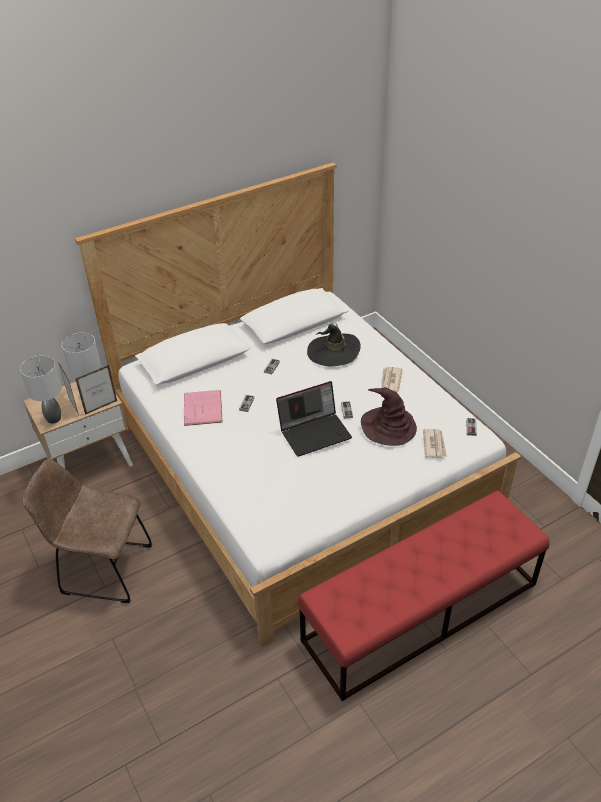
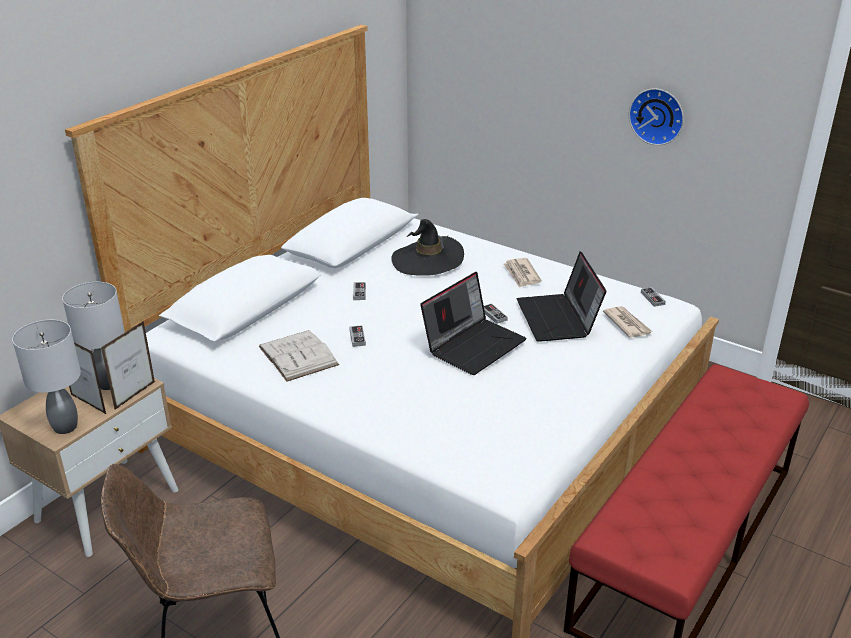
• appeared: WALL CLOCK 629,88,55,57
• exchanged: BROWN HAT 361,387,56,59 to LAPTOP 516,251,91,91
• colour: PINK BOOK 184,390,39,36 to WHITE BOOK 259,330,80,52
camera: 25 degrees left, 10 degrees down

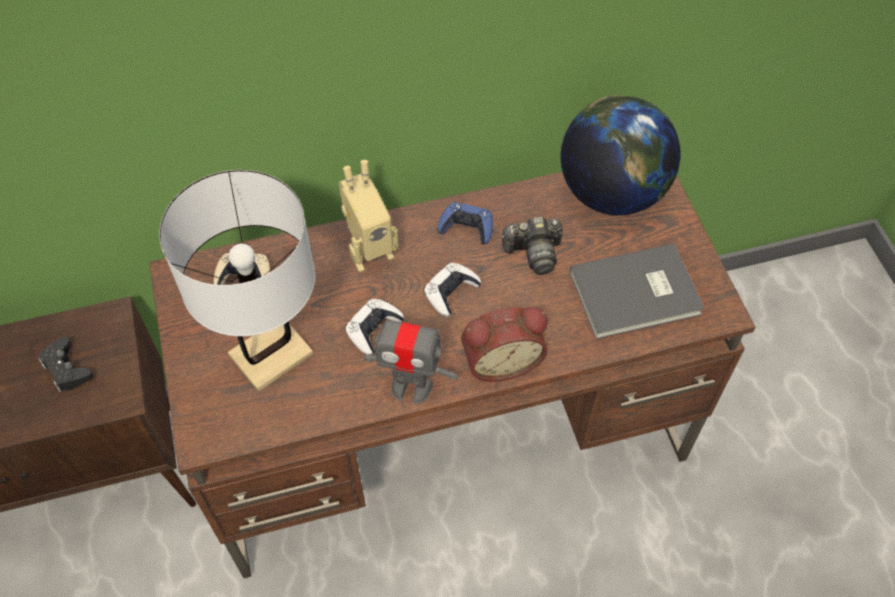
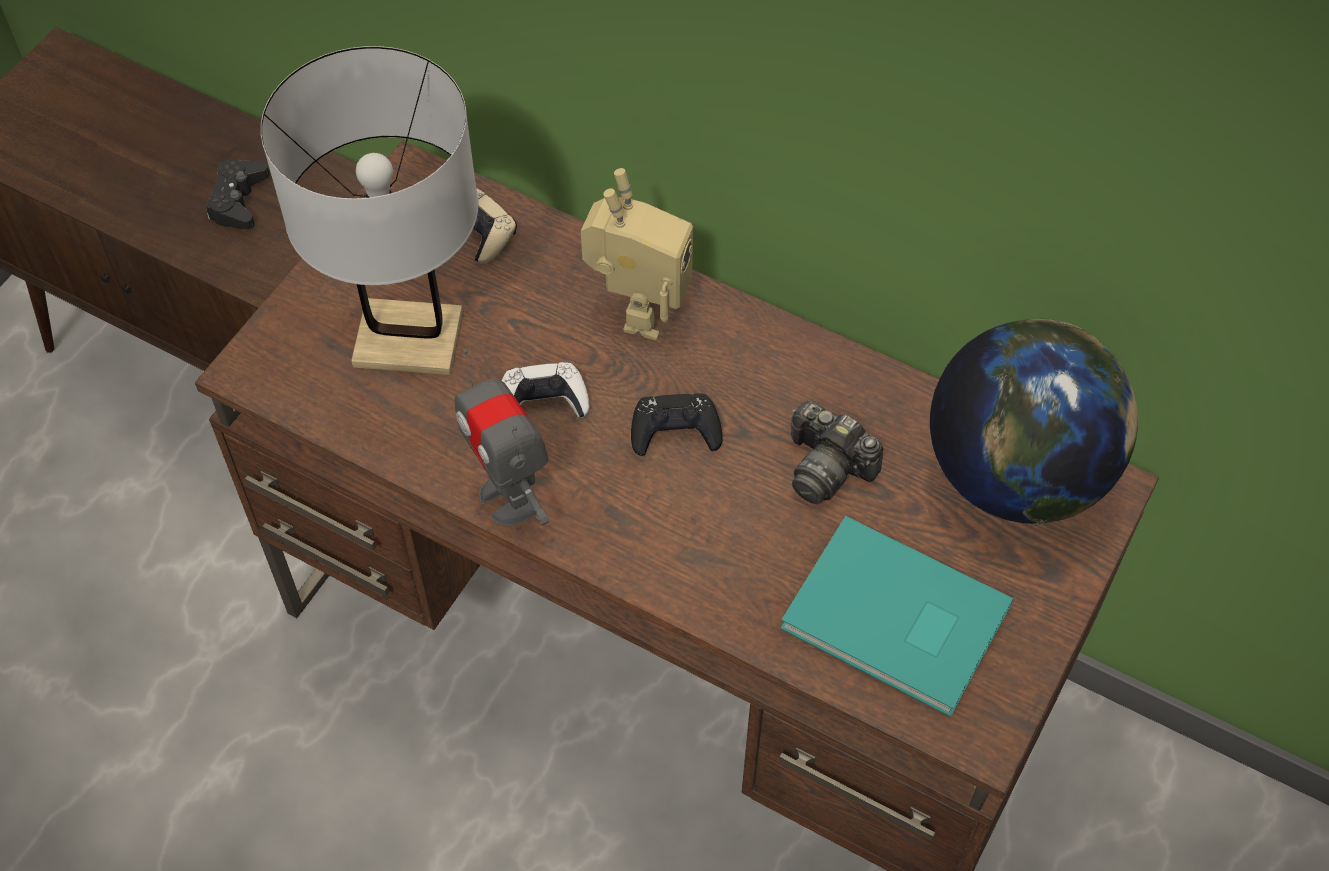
• missing: BLUE GAME CONTROLLER 437,202,56,42
• missing: ALARM CLOCK 461,307,87,75
• colour: WHITE GAME CONTROLLER 423,263,58,54 to BLACK GAME CONTROLLER 631,393,91,63
• colour: GREY BOOK 570,244,135,95 to TURQUOISE BOOK 780,516,233,201
• spun: TOY ROBOT 339,160,60,112 = 581,168,112,172 90 degrees counterclockwise
camera: 45 degrees right, 0 degrees up

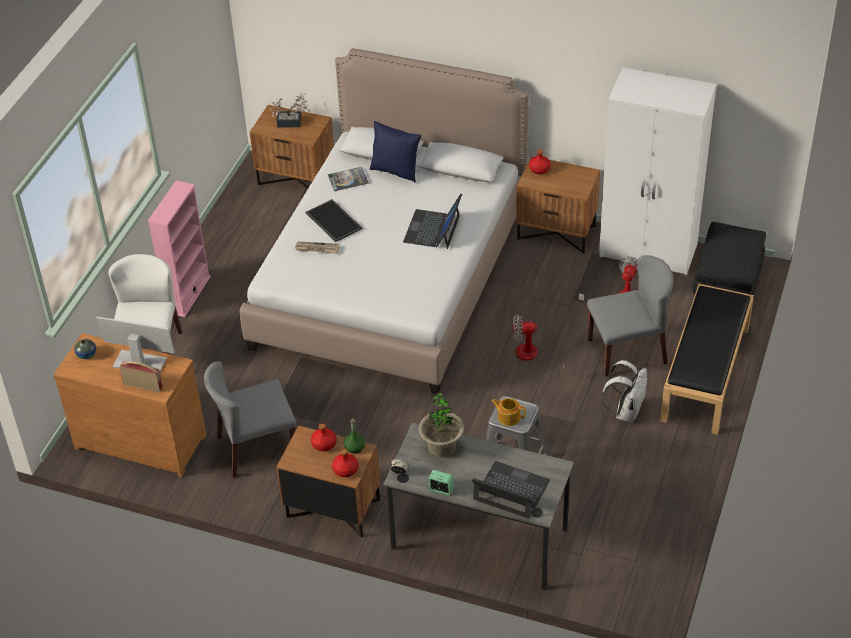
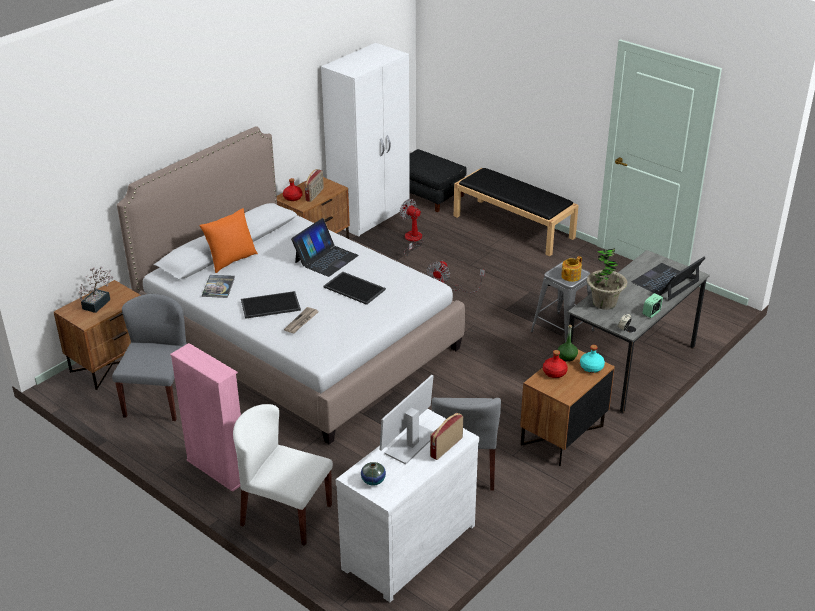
• missing: WHITE BACKPACK 601,360,46,62
• appeared: RADIO 304,169,20,33
• appeared: TRAY 323,272,63,33
• relocated: GREY CHAIR 587,255,87,122 to 112,294,75,127
• colour: BROWN DRESSER 53,333,153,144 to WHITE DRESSER 335,409,144,193
• colour: RED BOTTLE 332,449,26,28 to TURQUOISE BOTTLE 580,345,25,28
• colour: BLUE PILLOW 370,121,51,62 to ORANGE PILLOW 199,208,59,65
• spun: LAPTOP 403,194,59,55 = 291,218,68,59 90 degrees counterclockwise
camera: 70 degrees left, 10 degrees down

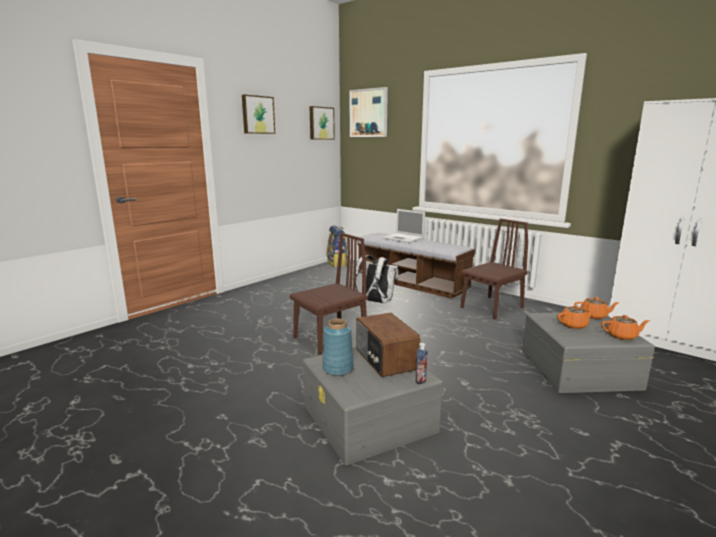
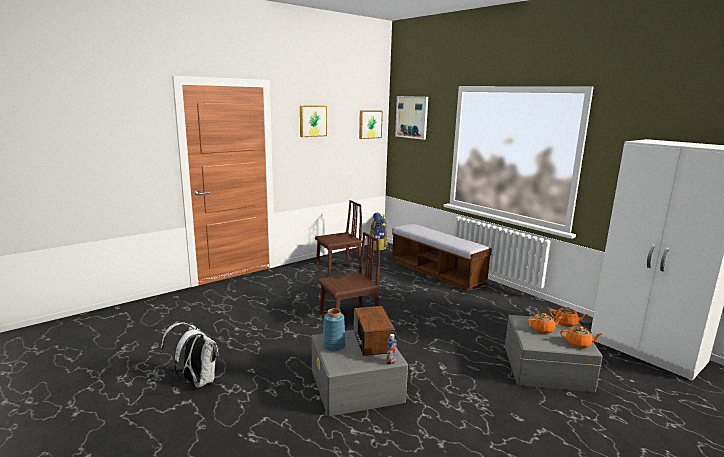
• missing: LAPTOP 382,209,43,34
• relocated: WHITE BACKPACK 356,255,43,48 to 160,323,59,65
• relocated: BROWN CHAIR 460,219,68,100 to 315,200,47,74
camera: 10 degrees right, 0 degrees up

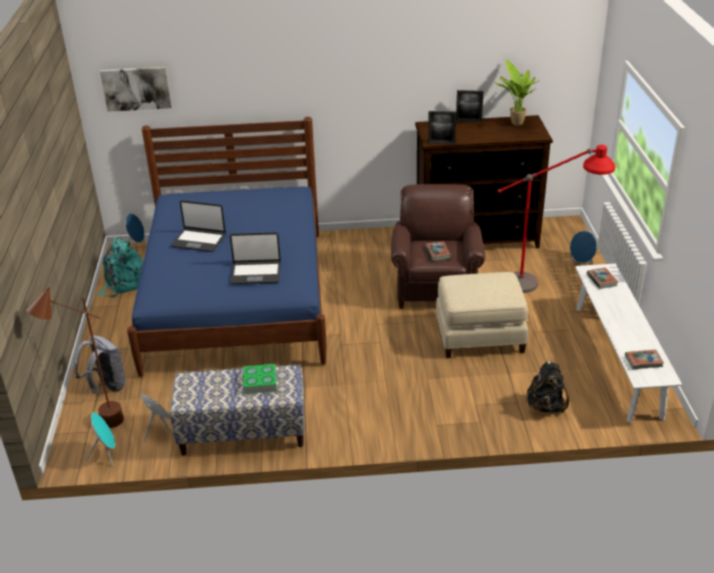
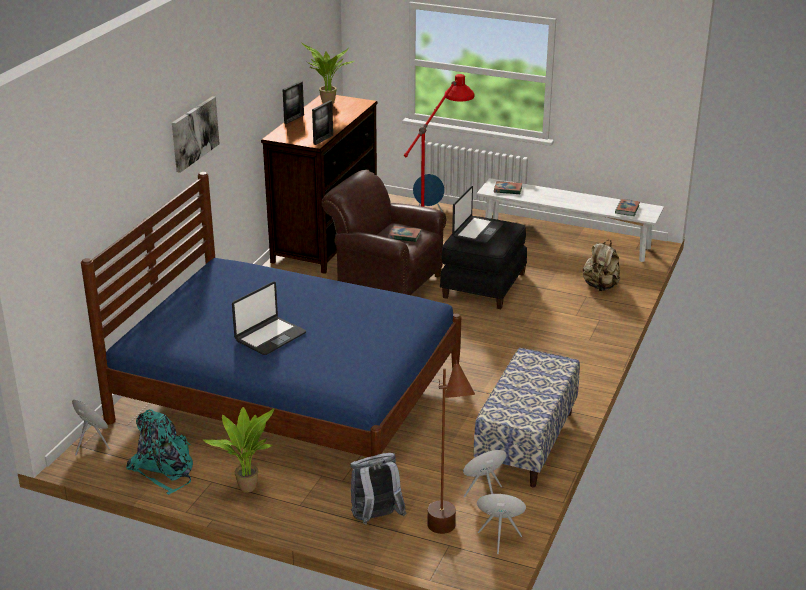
• missing: BOOK 243,363,34,31
• appeared: POTTED PLANT 203,407,71,86
• relocated: PICTURE 100,67,72,45 to 172,96,48,77
• relocated: LAPTOP 230,232,51,52 to 452,186,52,58
• colour: BEIGE OTTOMAN 435,272,93,86 to BLACK OTTOMAN 440,216,87,93
• colour: BLACK BACKPACK 525,361,44,52 to BEIGE BACKPACK 583,240,37,51
camera: 65 degrees left, 5 degrees down

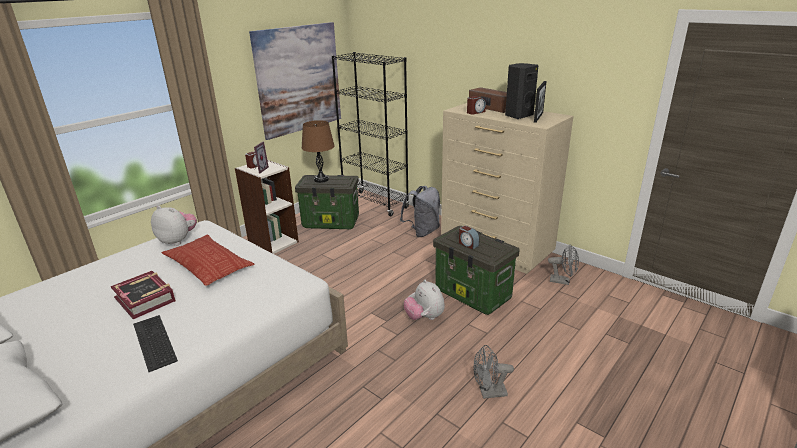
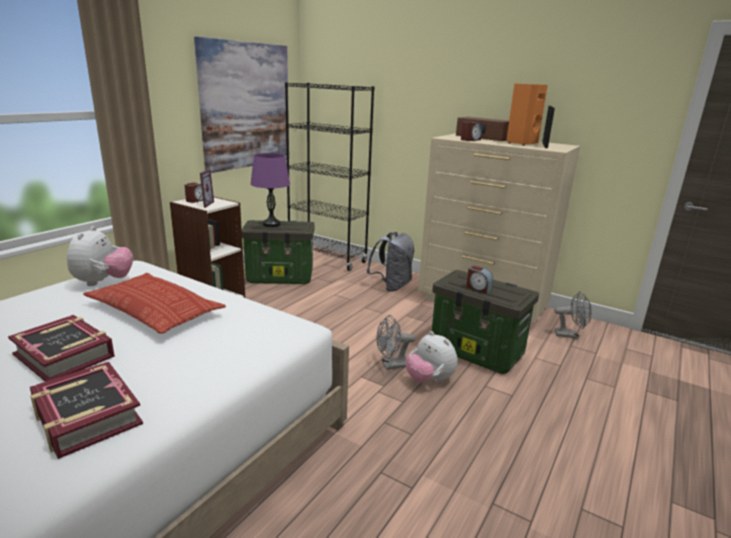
• relocated: GREY FAN 473,345,41,54 to 377,315,38,55
• exchanged: KEYBOARD 133,315,45,57 to BOOK 30,362,113,97
• colour: BROWN TABLE LAMP 302,120,33,63 to PURPLE TABLE LAMP 250,153,40,74
• colour: BLACK SPEAKER 505,63,34,56 to ORANGE SPEAKER 506,83,42,63
• spun: PLUSH TOY 151,206,46,40 = 67,226,66,60 75 degrees clockwise
camera: 10 degrees left, 5 degrees down

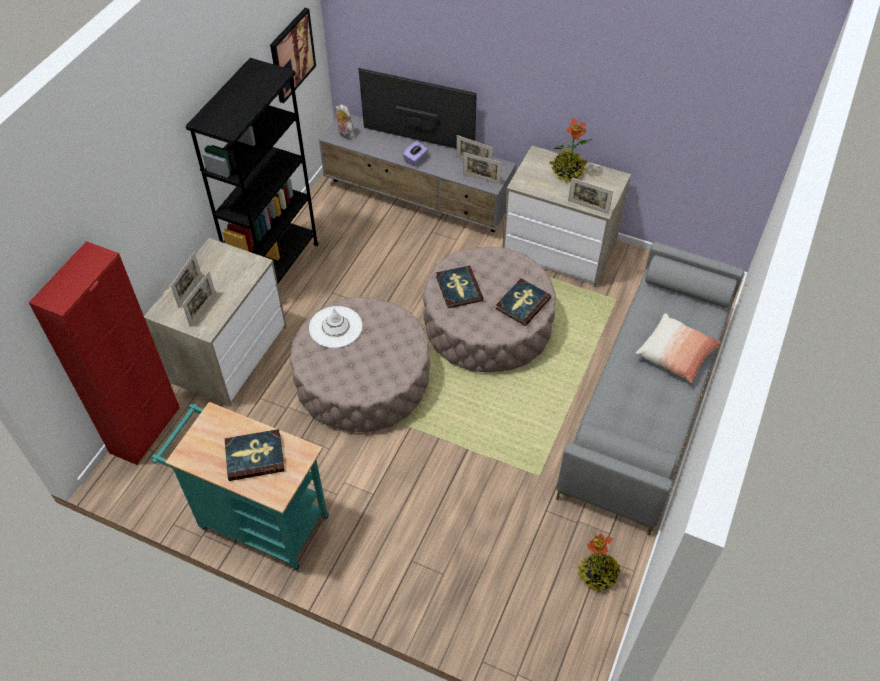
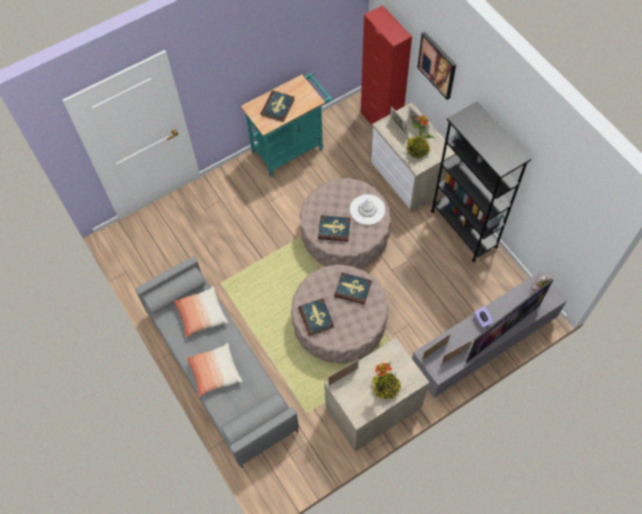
• appeared: PILLOW 174,286,54,51
• appeared: BOOK 318,215,33,26
• relocated: PICTURE 270,8,46,95 to 417,32,39,68
• relocated: POTTED PLANT 576,533,45,59 to 406,115,28,43
camera: 125 degrees right, 10 degrees up

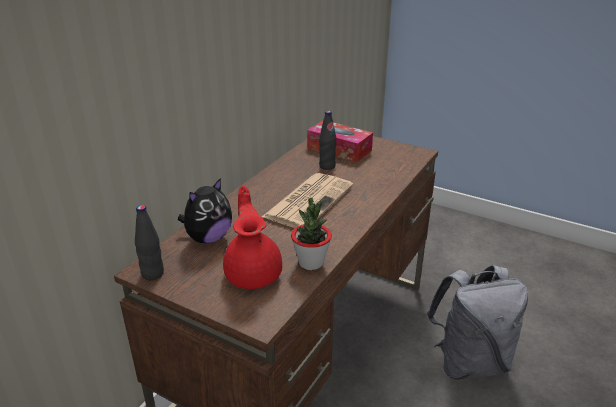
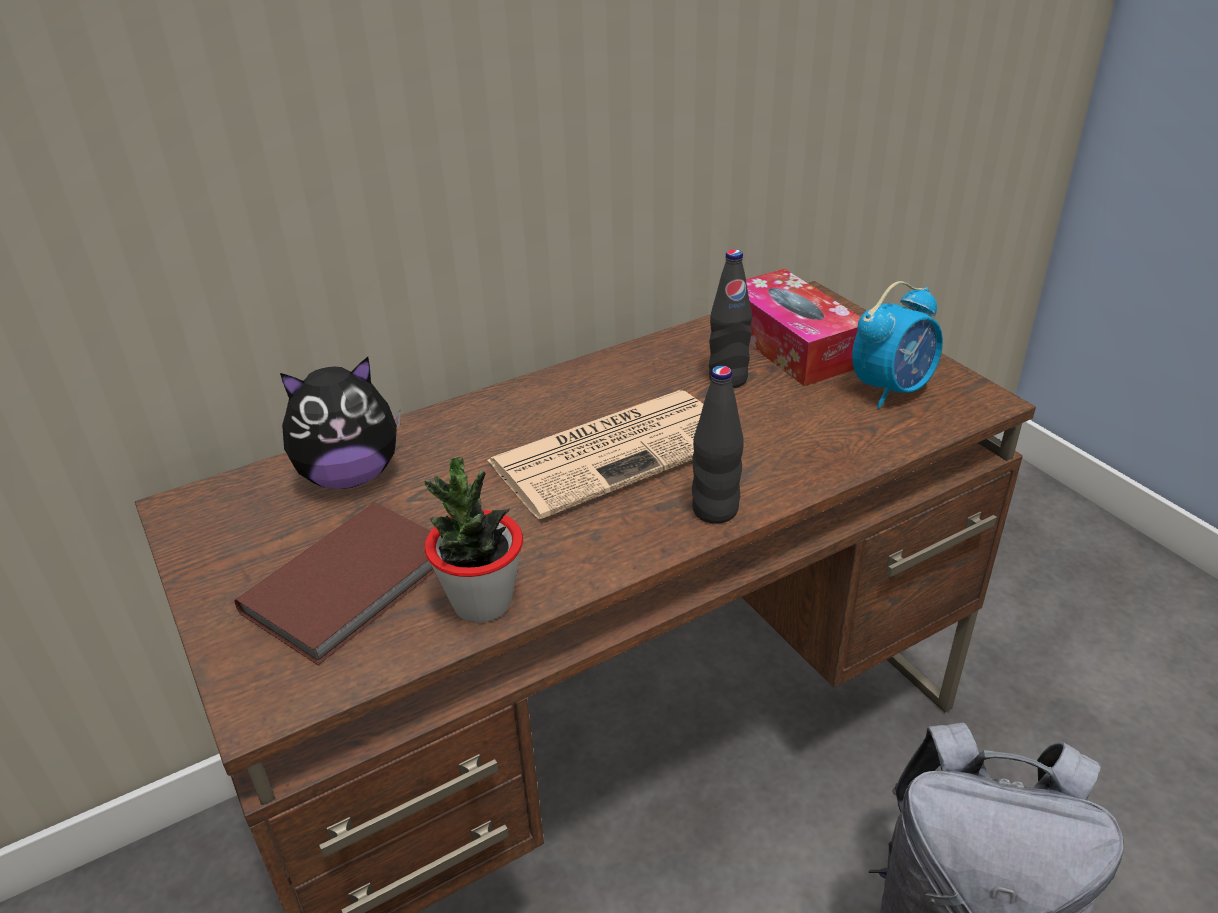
• appeared: ALARM CLOCK 852,281,91,127
• relocated: BLACK BOTTLE 135,205,29,75 to 692,366,52,158
• exchanged: RED TEAPOT 223,186,59,103 to BROWN BOOK 235,502,199,163
camera: 30 degrees right, 5 degrees up

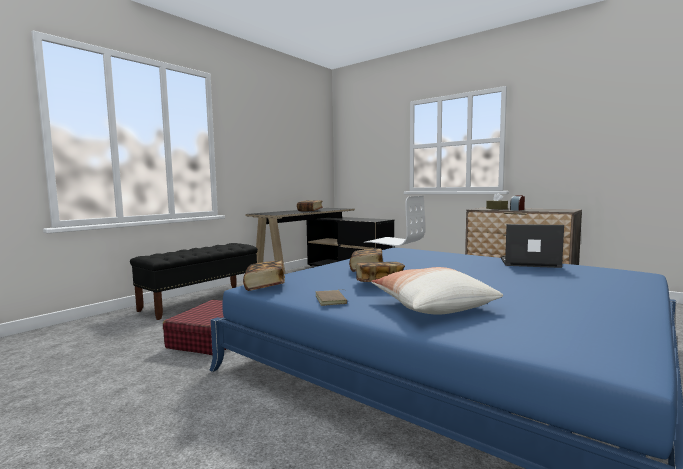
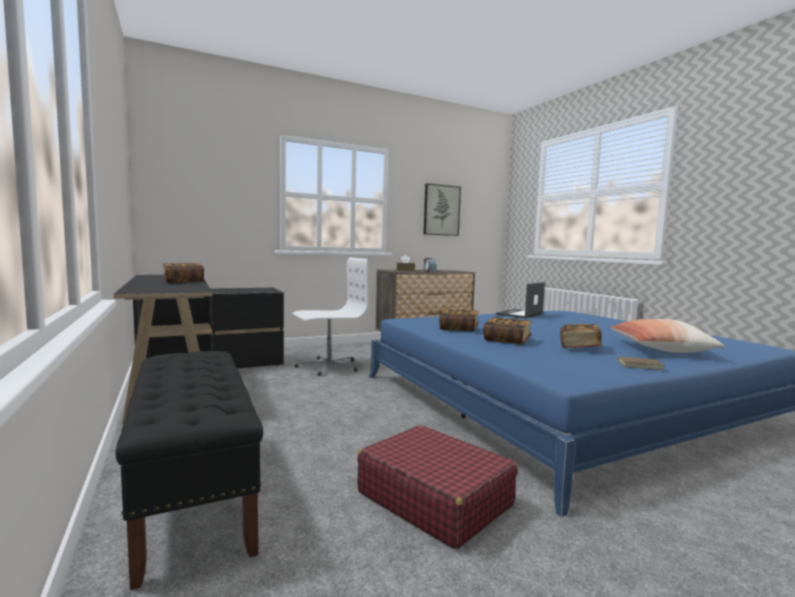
• appeared: PICTURE 424,183,37,53
• relocated: BOOK 243,260,42,31 to 439,309,40,23
camera: 65 degrees left, 0 degrees up

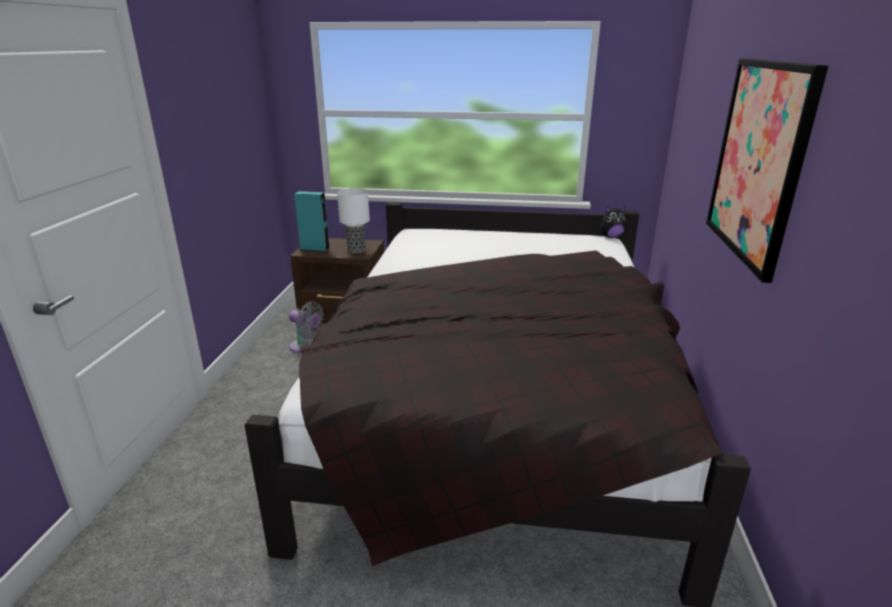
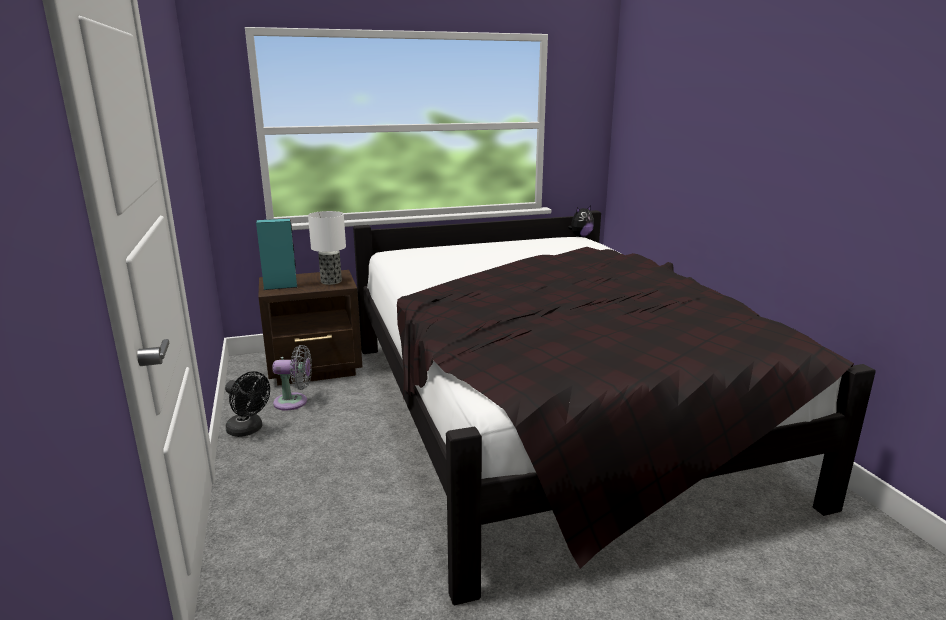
• missing: PICTURE 706,58,122,225
• appeared: BLACK FAN 225,371,45,66
camera: 25 degrees left, 5 degrees down

